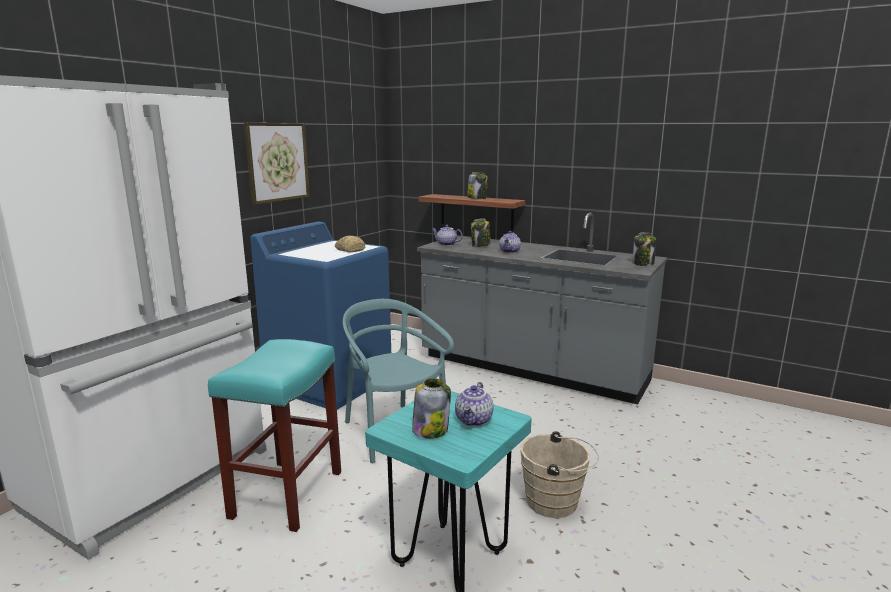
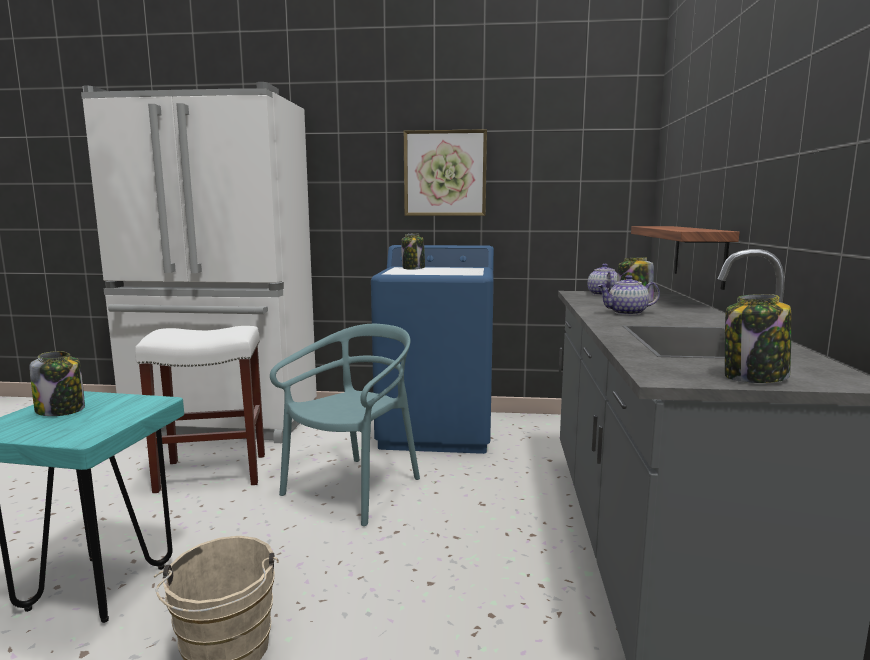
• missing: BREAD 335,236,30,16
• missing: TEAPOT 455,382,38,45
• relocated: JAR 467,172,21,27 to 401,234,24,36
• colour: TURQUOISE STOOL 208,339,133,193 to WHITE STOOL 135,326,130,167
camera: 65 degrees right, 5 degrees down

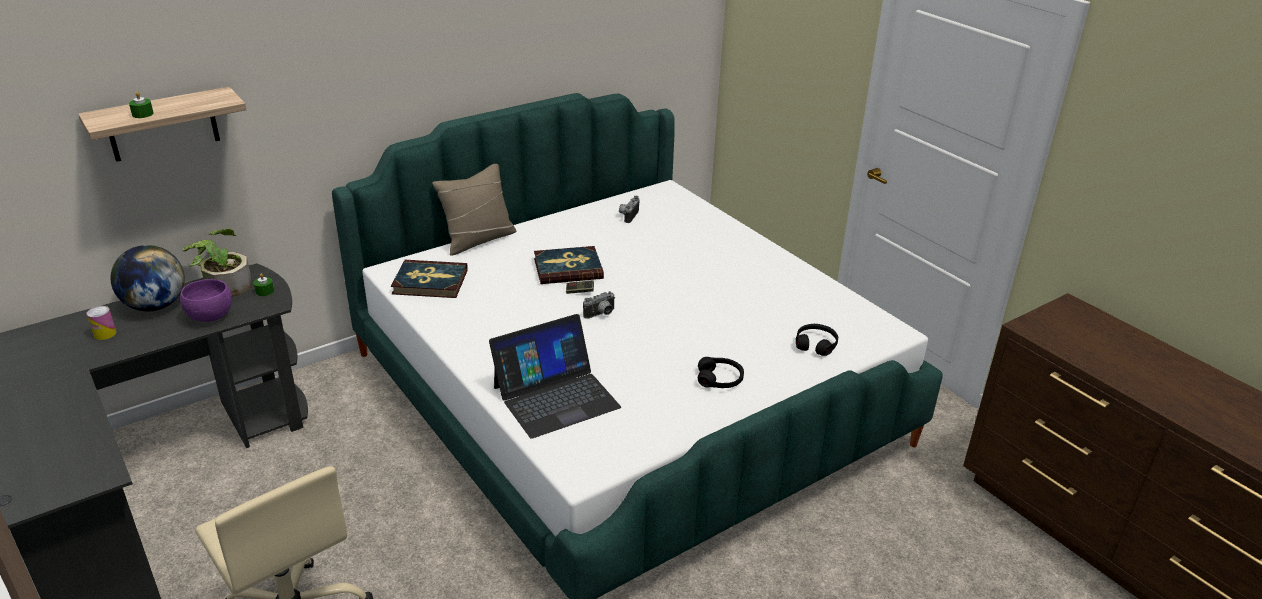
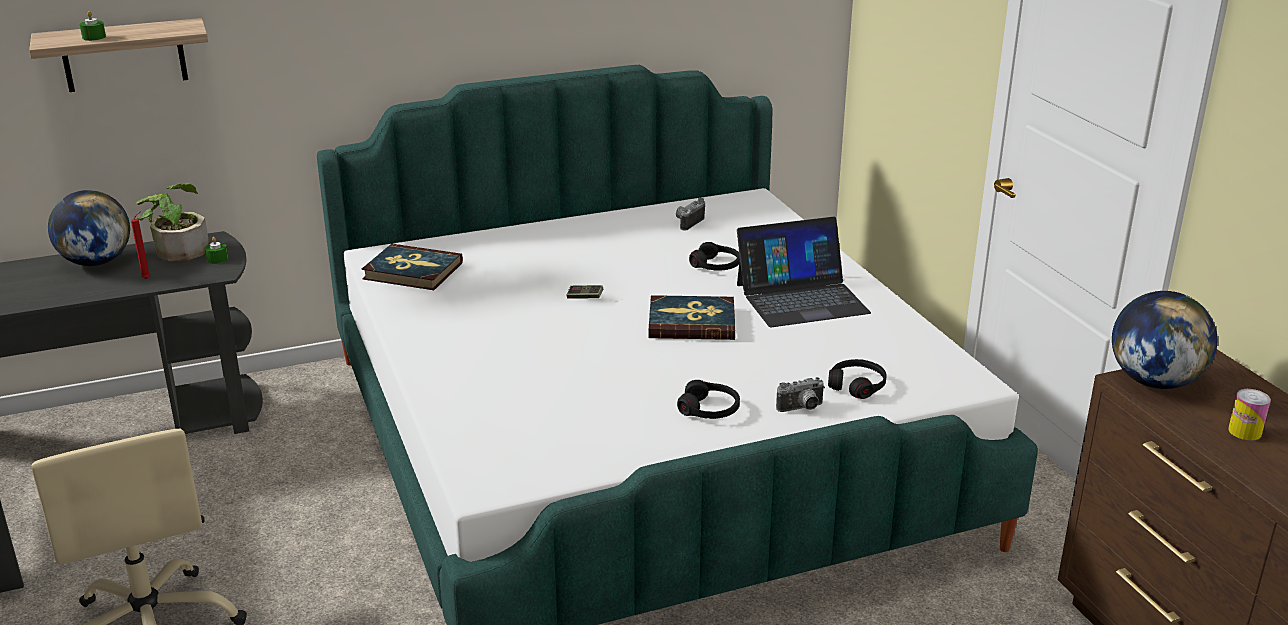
• missing: BEIGE PILLOW 432,164,84,92
• appeared: BLACK HEADPHONES 689,242,51,29
• appeared: GLOBE 1112,291,105,98
• relocated: CAN 87,306,30,34 to 1228,389,43,51
• relocated: LAPTOP 489,314,132,125 to 737,217,134,110
• relocated: BOOK 534,246,70,38 to 649,295,86,45
• relocated: PHOTO CAMERA 583,291,32,28 to 776,377,49,35
• exchanged: PURPLE BOWL 180,279,52,43 to RED CANDLE 131,211,19,68
camera: 15 degrees right, 5 degrees down

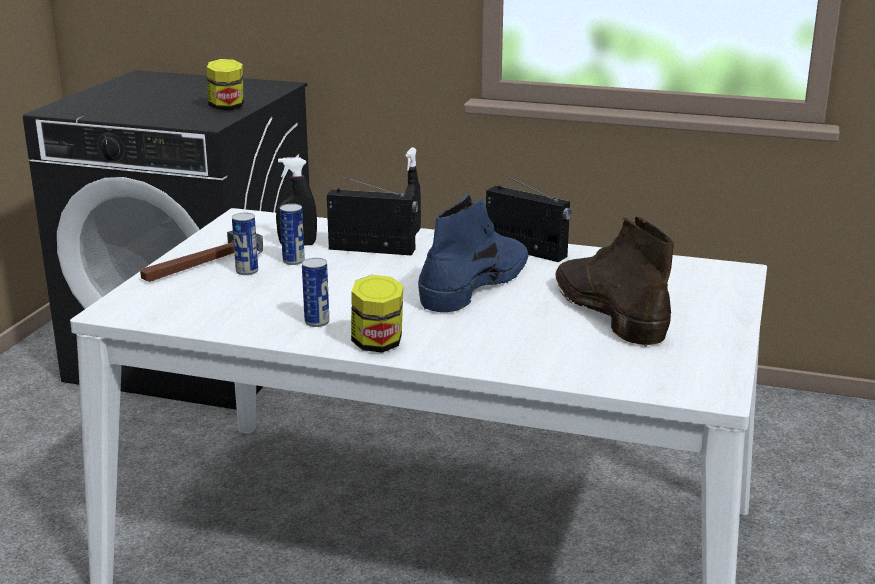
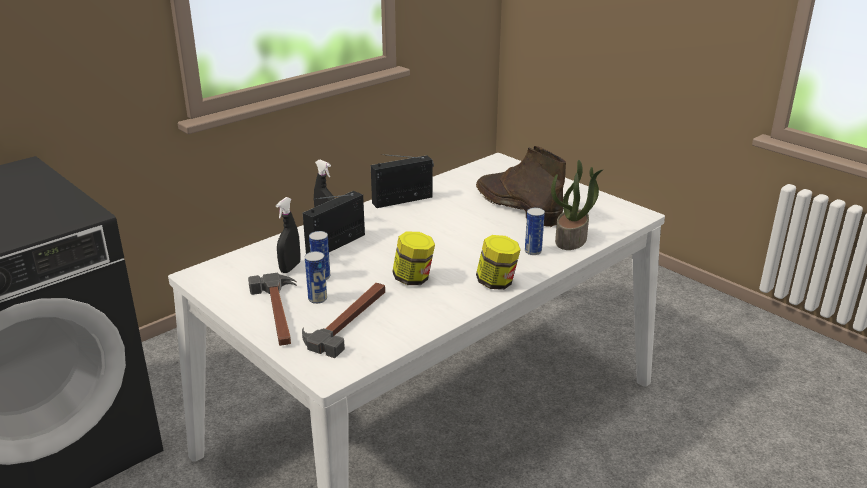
• missing: BLUE BOOT 418,193,111,119
• appeared: HAMMER 302,283,83,75
• appeared: POTTED PLANT 551,160,52,90
• relocated: JAR 207,59,37,52 to 392,232,43,53
• relocated: CAN 302,258,27,69 to 525,208,20,47
• spun: BROWN BOOT 555,217,119,130 = 476,146,90,81 45 degrees clockwise
camera: 60 degrees left, 5 degrees up

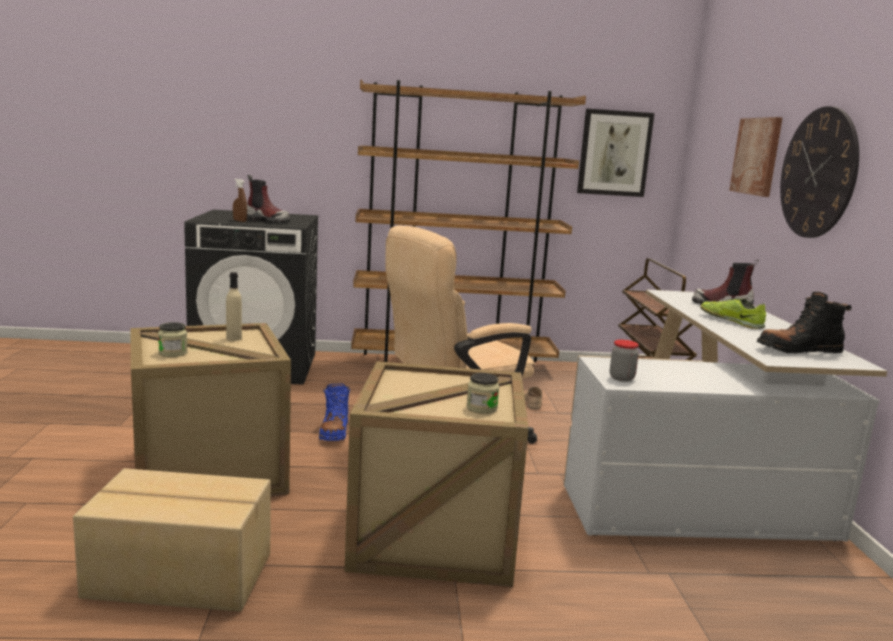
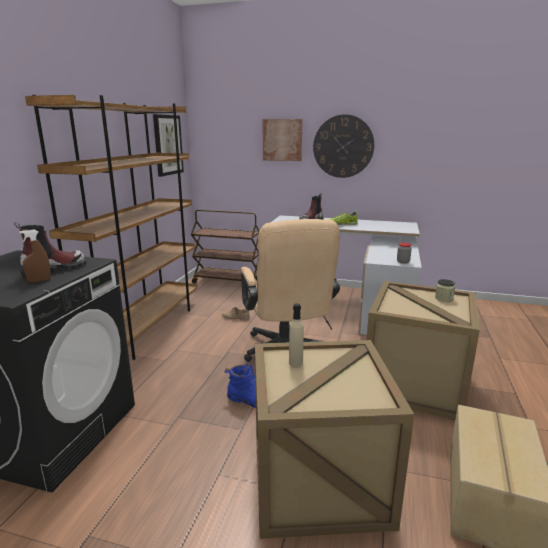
• missing: JAR 158,322,30,35
• missing: BLACK BOOT 757,292,95,61
camera: 70 degrees left, 5 degrees up

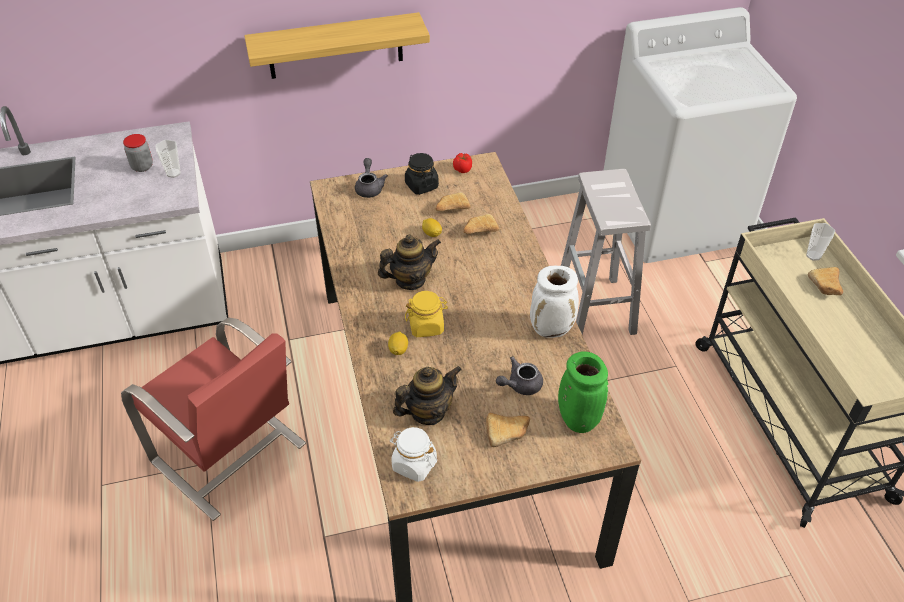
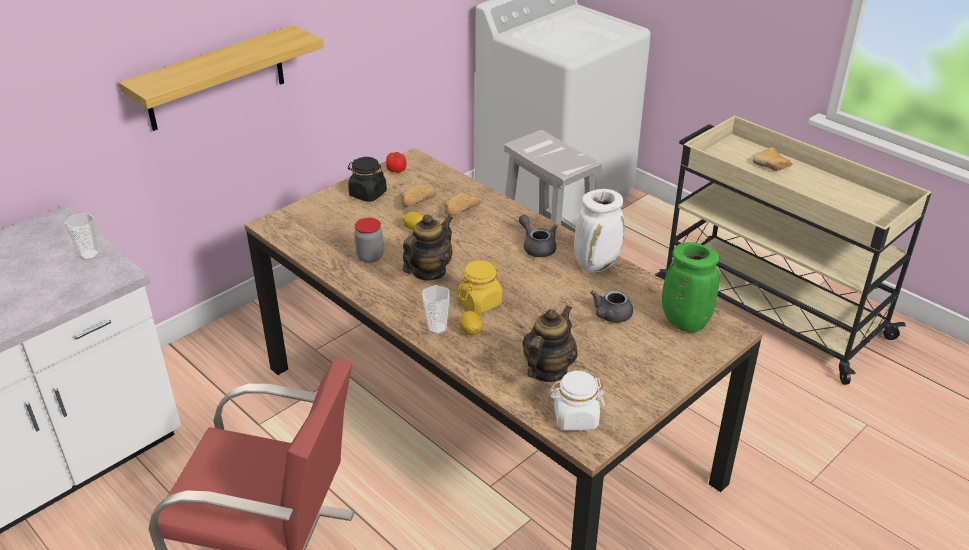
• missing: BREAD 486,413,44,34
• relocated: JAR 123,134,30,38 to 354,218,30,45
• relocated: GREY TEAPOT 355,158,33,40 to 519,215,38,42
• relocated: CUP 806,223,29,38 to 423,285,27,49
camera: 30 degrees left, 10 degrees down

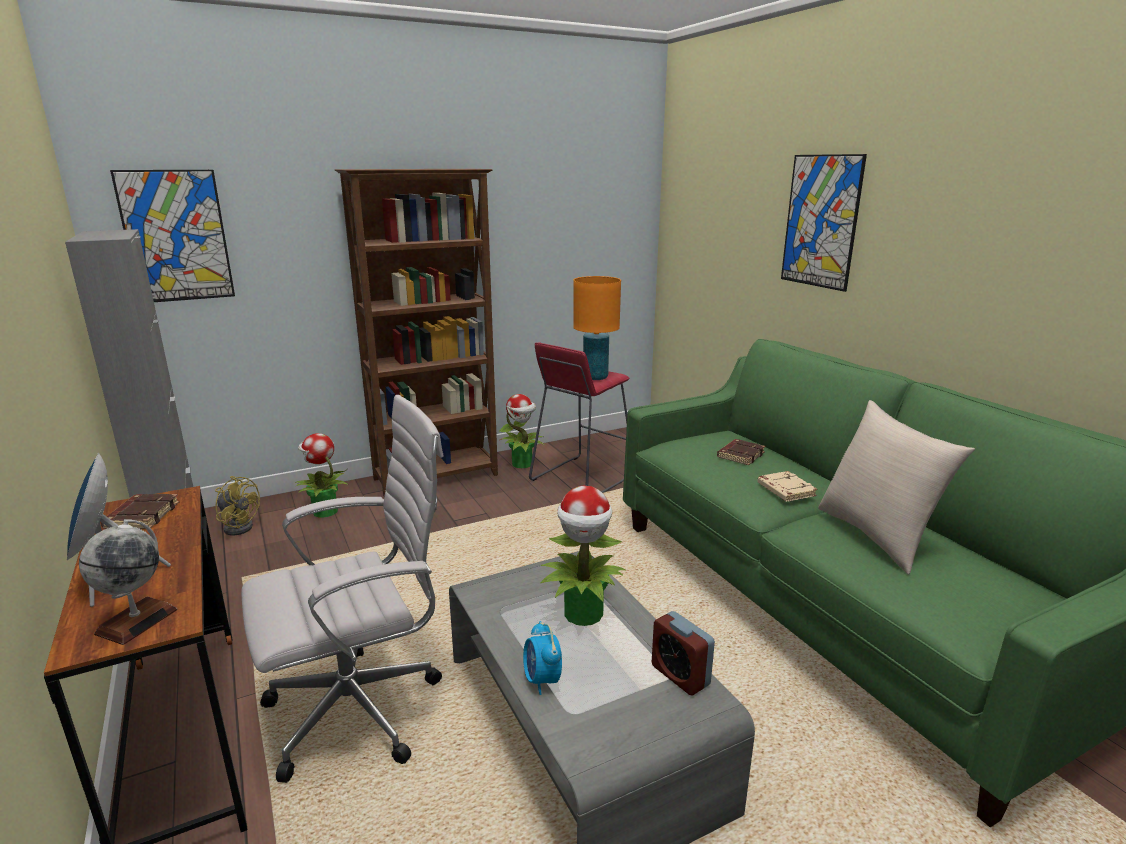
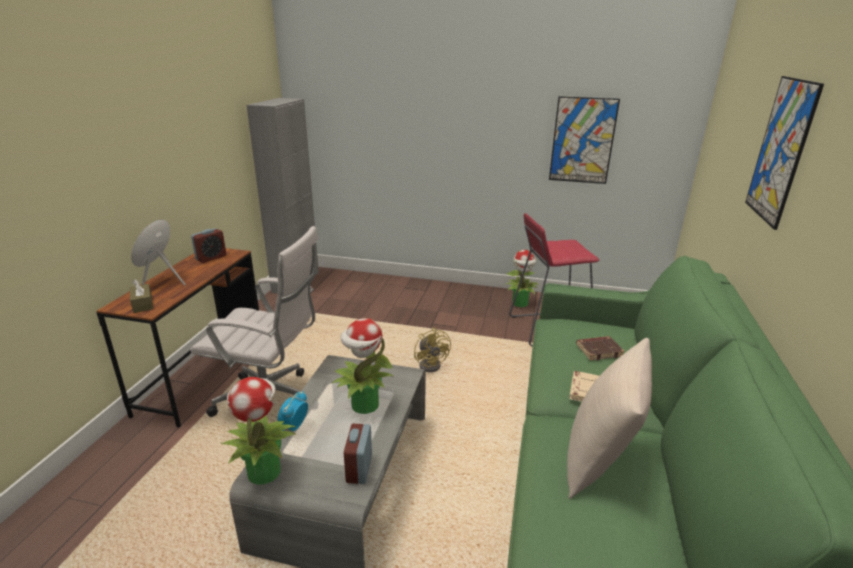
• missing: BROWN BOOKCASE 335,169,163,327
• missing: ORANGE TABLE LAMP 573,276,48,104
• relocated: PICTURE 110,170,125,132 to 549,96,71,88
• relocated: YELLOW FAN 215,476,45,60 to 414,327,37,45
• relocated: POTTED PLANT 295,433,52,85 to 222,377,74,108
• exchanged: GLOBE 79,519,99,126 to BROWN TISSUE BOX 130,279,23,34
• exchanged: BROWN BOOK 101,494,78,35 to ALARM CLOCK 191,228,35,35
camera: 40 degrees right, 5 degrees up

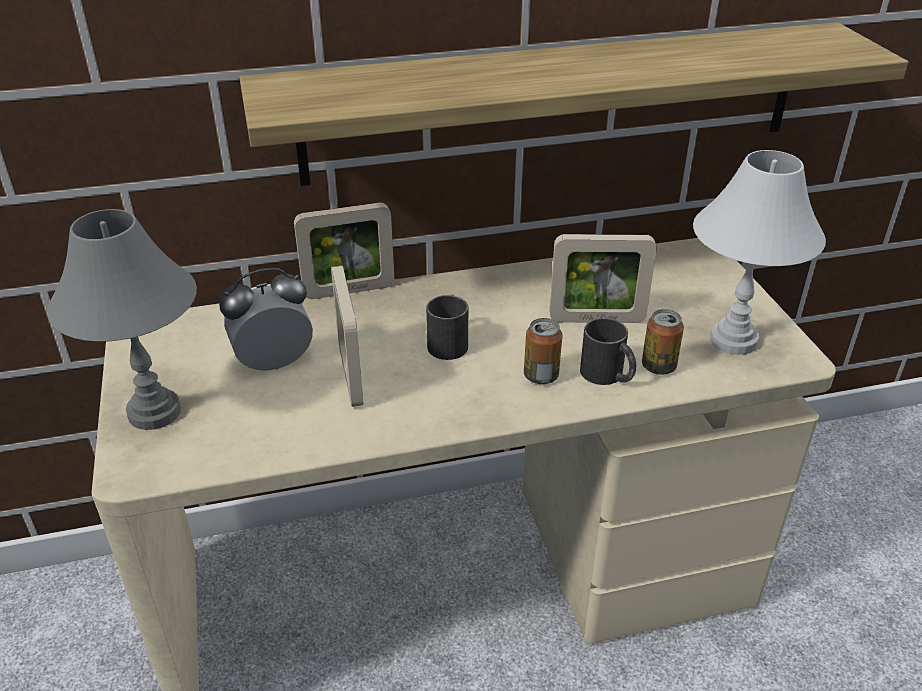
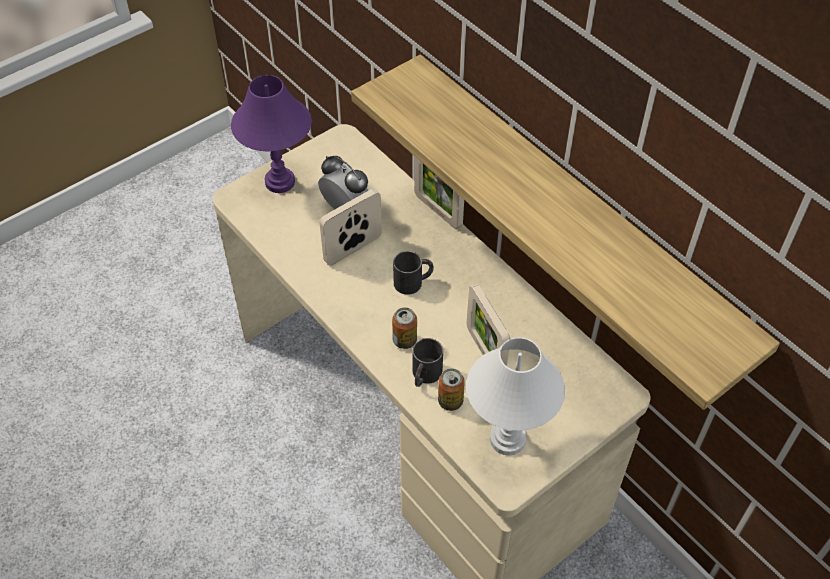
• colour: GREY TABLE LAMP 47,209,150,221 to PURPLE TABLE LAMP 231,75,81,118
camera: 65 degrees right, 15 degrees up

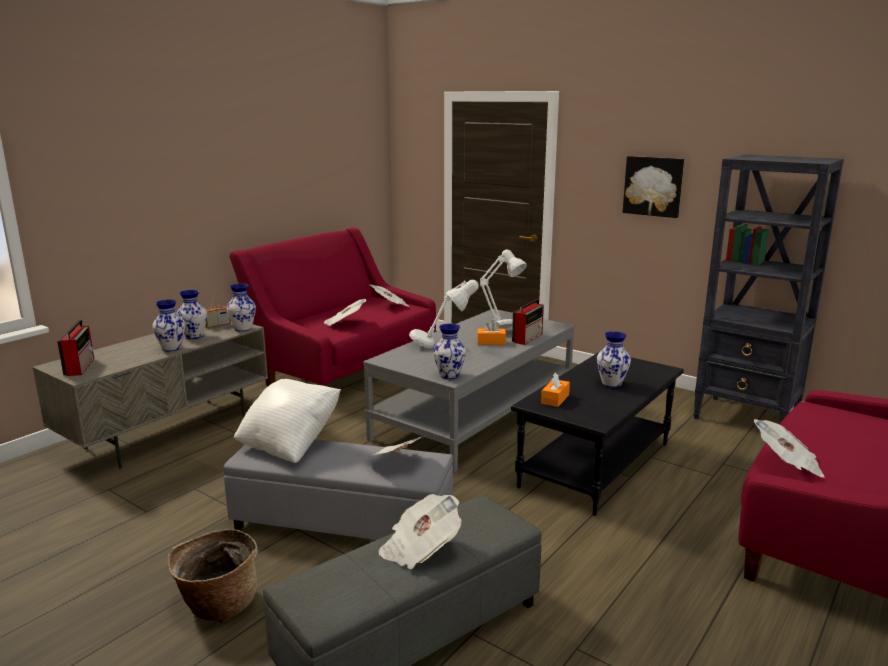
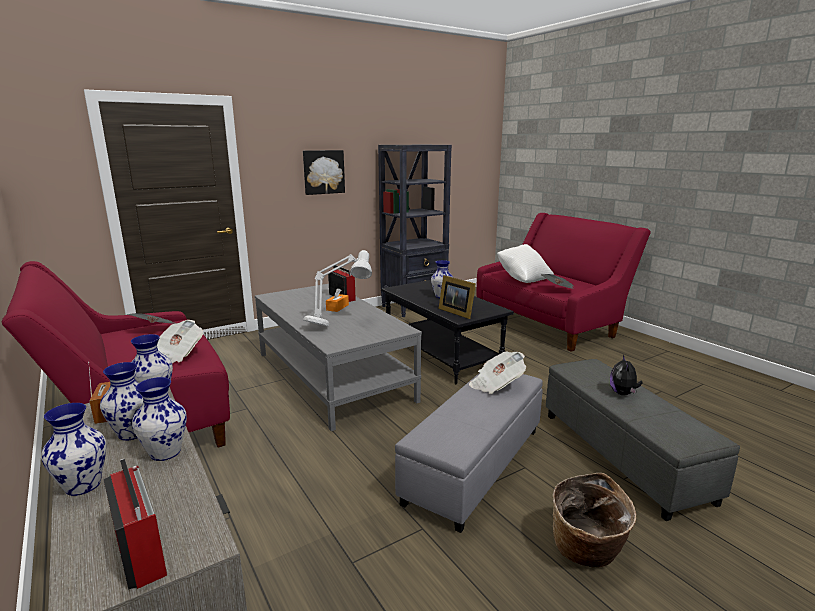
• missing: GREY TABLE LAMP 480,249,47,80
• relocated: WHITE PILLOW 234,379,107,84 to 497,244,57,39
• relocated: VASE 433,324,33,55 to 41,403,65,93
• exchanged: NEWSPAPER 379,494,82,75 to PLUSH TOY 610,355,33,40
• exchanged: ORANGE TISSUE BOX 541,372,29,35 to PICTURE FRAME 438,275,38,44
• spun: RADIO 57,319,37,57 = 103,459,64,131 45 degrees clockwise
camera: 70 degrees left, 0 degrees up

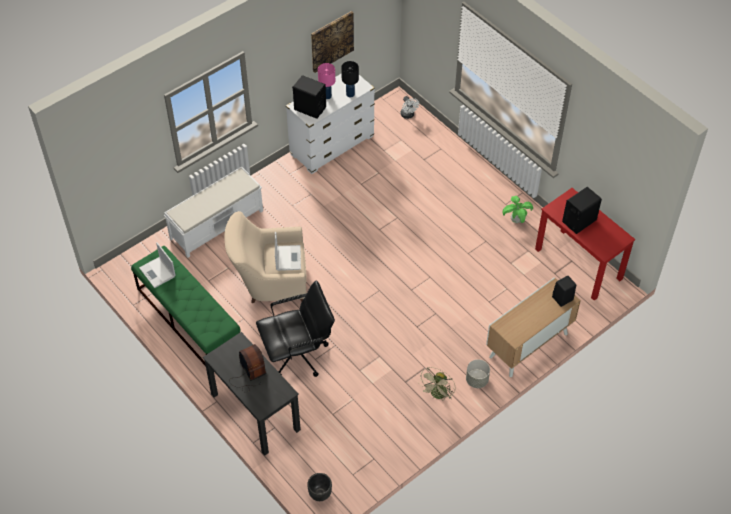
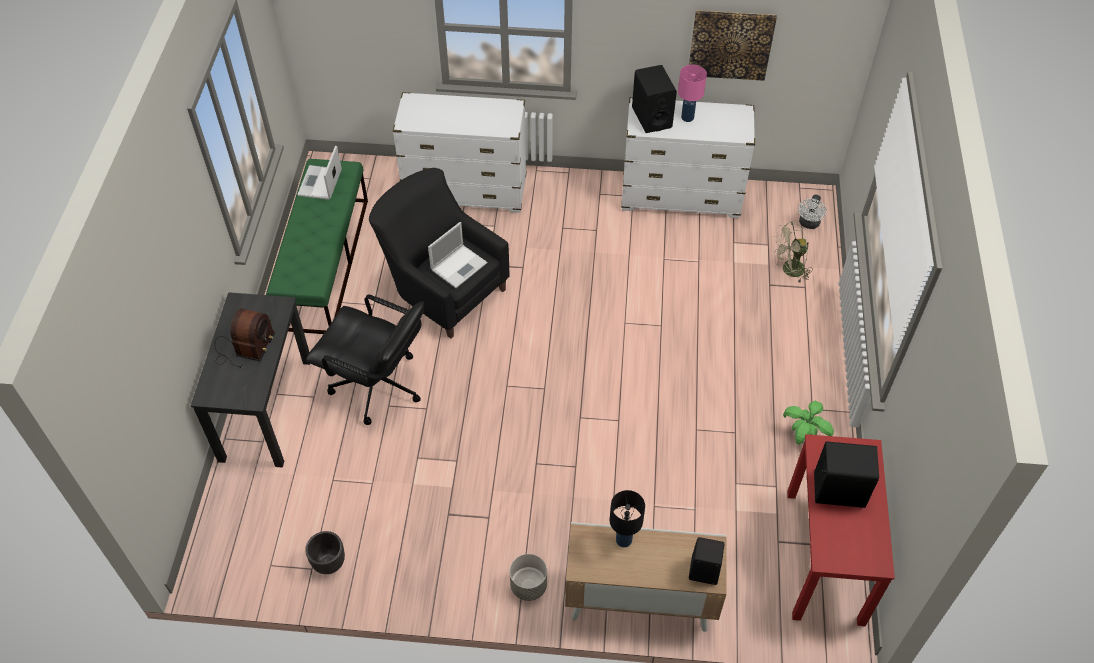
• relocated: BLACK PLANTER 307,473,25,28 to 305,531,40,43
• relocated: BLACK TABLE LAMP 341,61,18,37 to 610,490,35,57
• relocated: BEIGE FAN 419,367,36,32 to 773,222,40,61
• exchanged: WHITE BENCH 164,166,99,92 to WHITE DRESSER 393,92,134,121
• colour: BEIGE ARMCHAIR 225,211,82,92 to BLACK ARMCHAIR 369,168,141,170
camera: 45 degrees right, 0 degrees up

